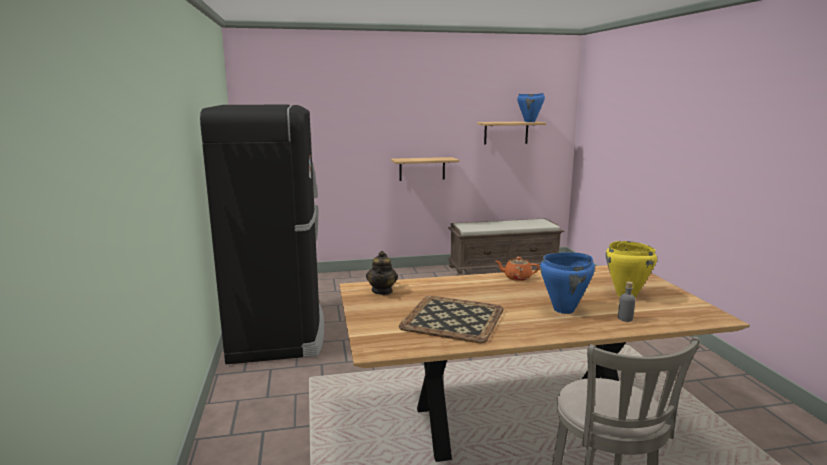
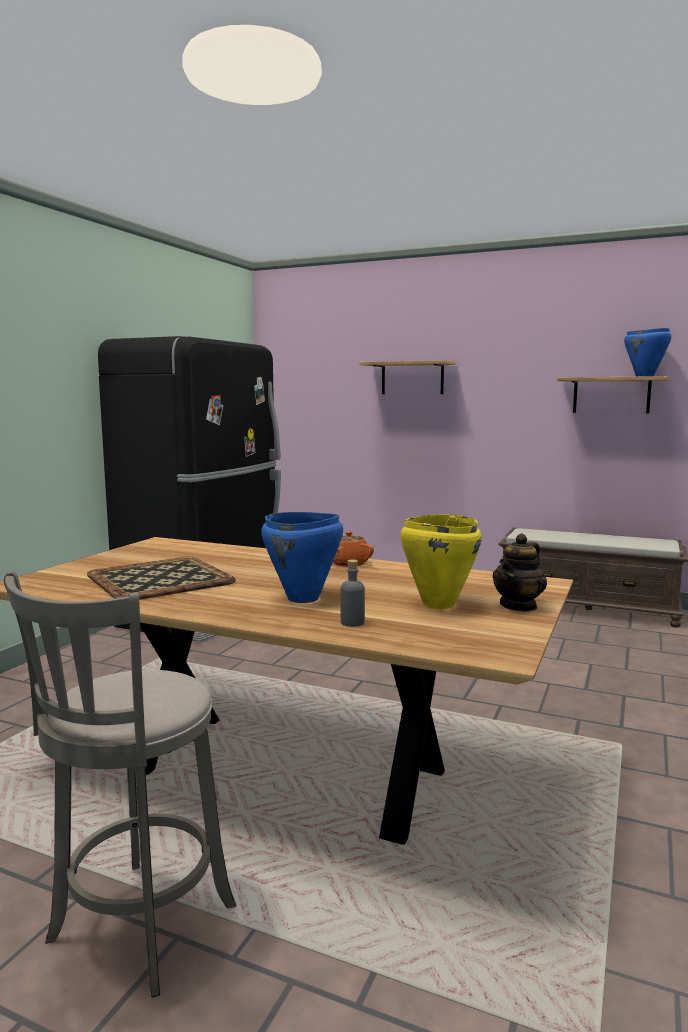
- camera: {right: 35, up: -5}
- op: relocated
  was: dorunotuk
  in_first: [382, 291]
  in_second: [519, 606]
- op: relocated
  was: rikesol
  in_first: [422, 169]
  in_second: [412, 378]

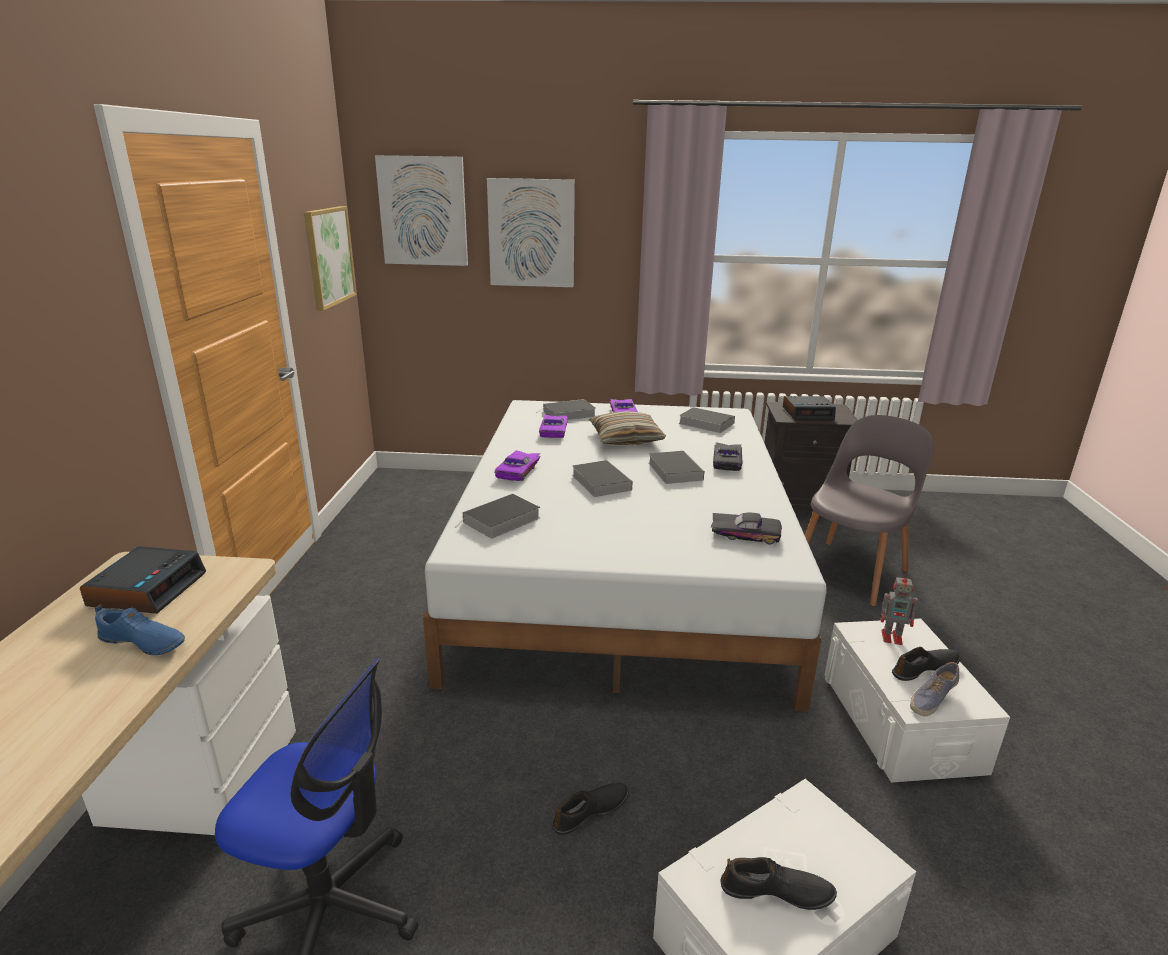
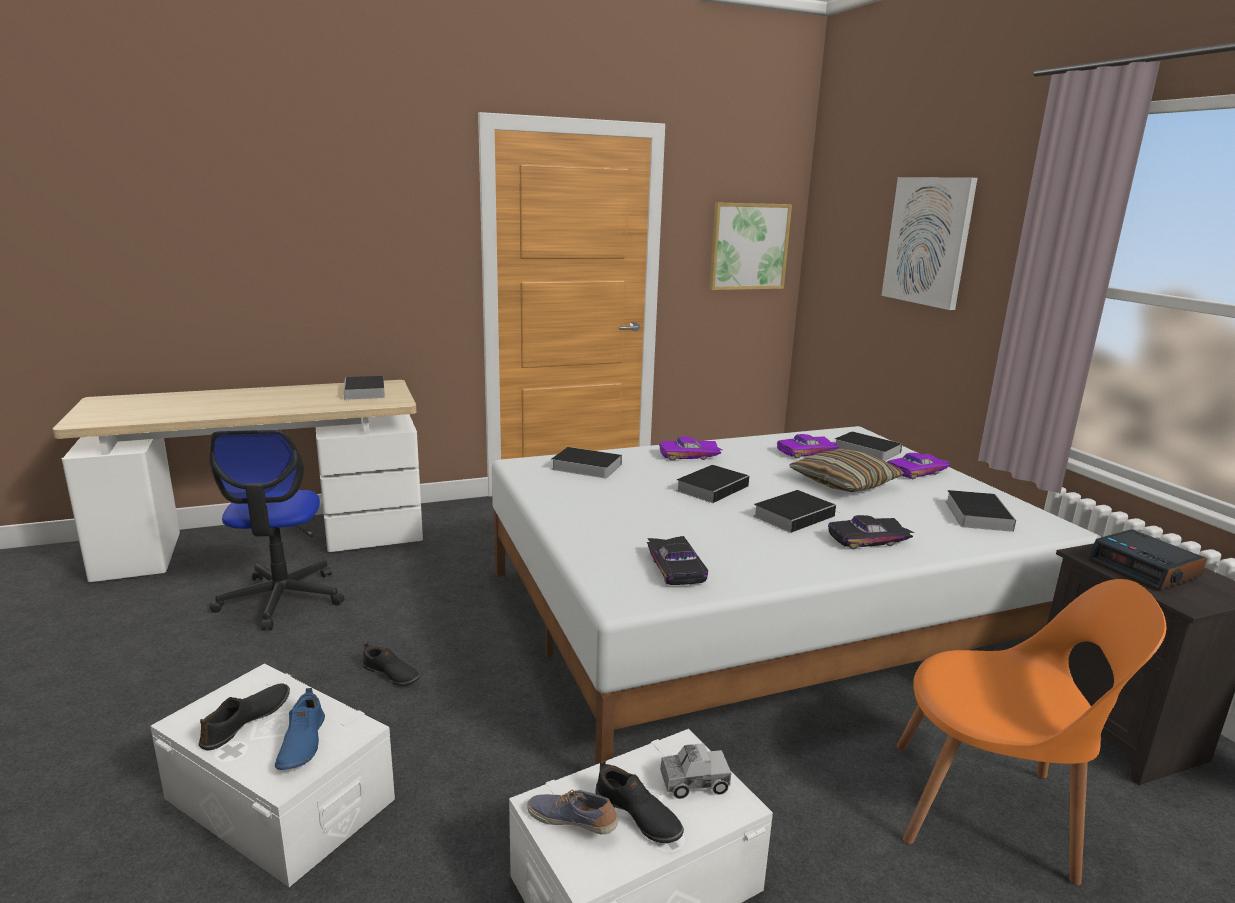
- camera: {right: 65, up: -5}
- op: missing
  was: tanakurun
  in_first: [423, 211]
- op: relocated
  was: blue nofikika
  in_first: [143, 643]
  in_second: [301, 743]
- op: exchanged
  was: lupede
  now: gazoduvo
  in_first: [148, 589]
  in_second: [365, 392]
- op: exchanged
  was: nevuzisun
  now: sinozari
  in_first: [893, 637]
  in_second: [694, 783]
- op: colour
  was: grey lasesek
  now: orange lasesek
  in_first: [852, 570]
  in_second: [989, 810]
- op: spun
  was: black nofikika
  in_first: [776, 892]
  in_second: [247, 721]
  clockwise: -135

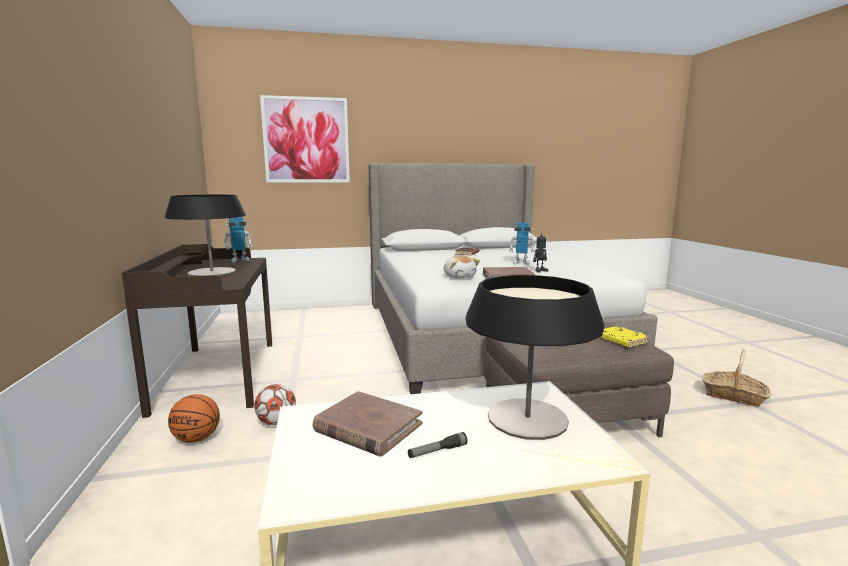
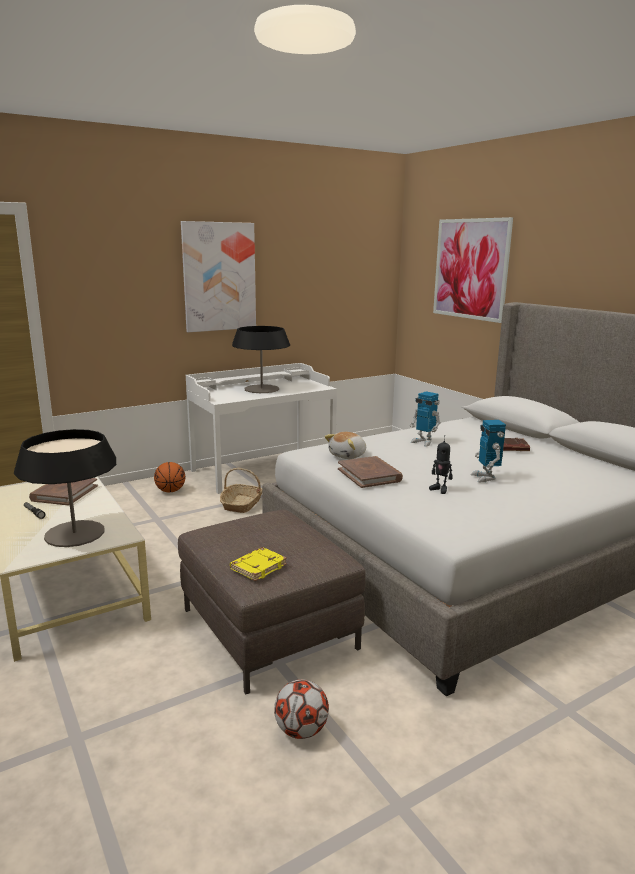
- camera: {right: 70, up: 5}
- op: appeared
  now: tanakurun
  in_second: [219, 277]
- op: relocated
  was: nevuzisun
  in_first: [239, 260]
  in_second: [423, 442]
- op: relocated
  was: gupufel
  in_first: [276, 422]
  in_second: [301, 730]
- op: relocated
  was: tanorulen
  in_first: [733, 396]
  in_second: [242, 504]
- op: colour
  was: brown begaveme
  now: white begaveme
  in_first: [217, 374]
  in_second: [262, 469]

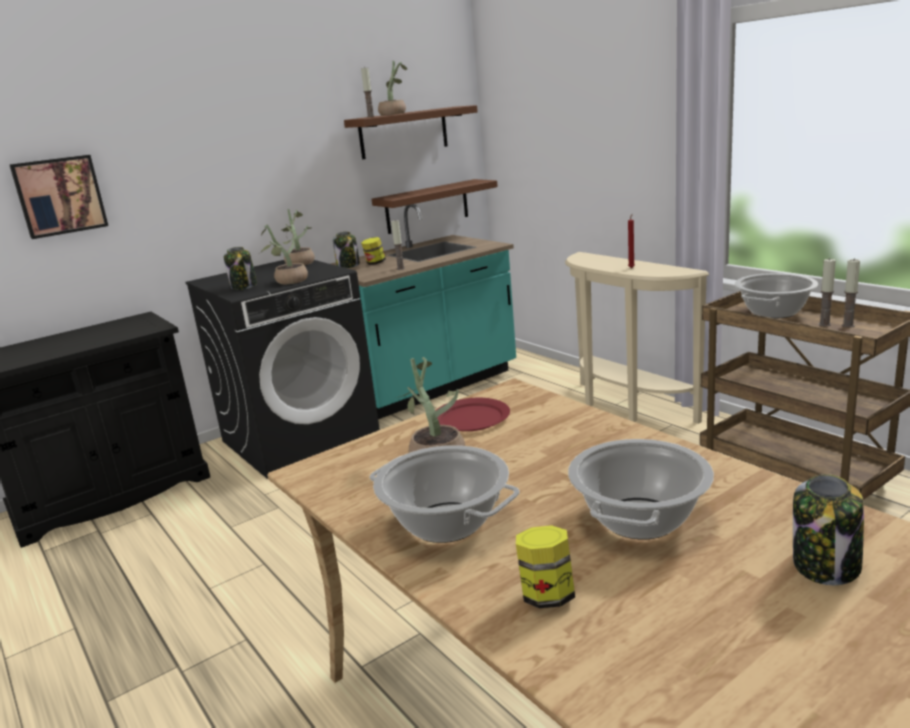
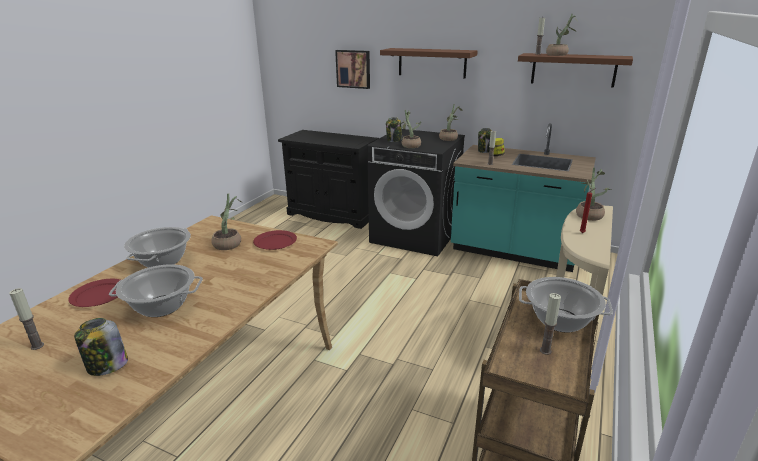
- camera: {right: 60, up: 5}
- op: appeared
  now: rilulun
  in_second: [588, 214]
- op: relocated
  was: brown rikesol
  in_first: [427, 206]
  in_second: [432, 63]
- op: relocated
  was: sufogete
  in_first: [848, 325]
  in_second: [37, 346]
- op: exchanged
  was: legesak
  now: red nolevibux
  in_first: [547, 596]
  in_second: [99, 295]

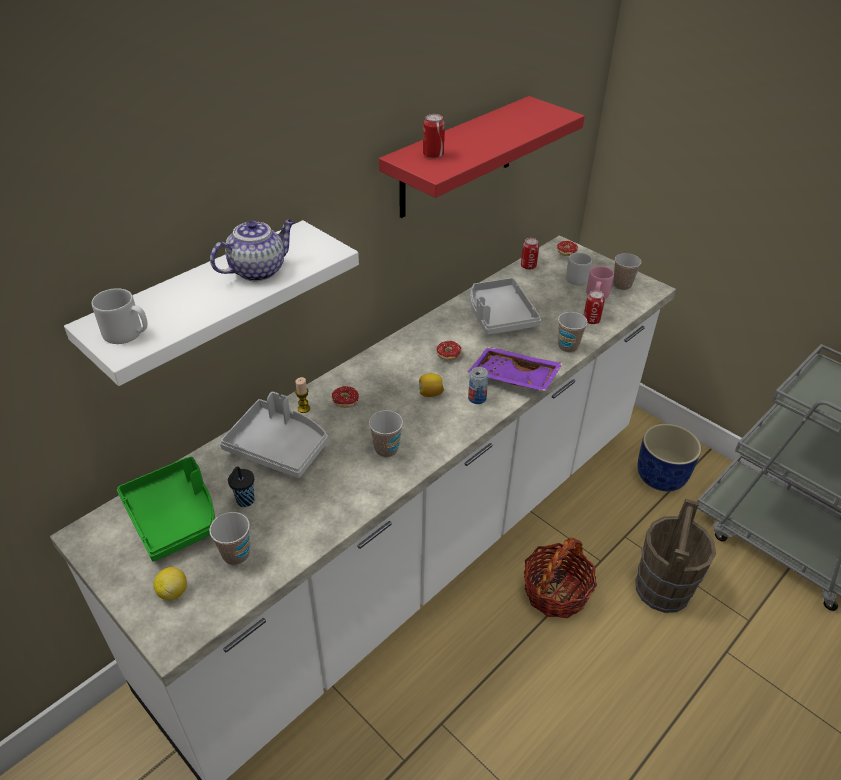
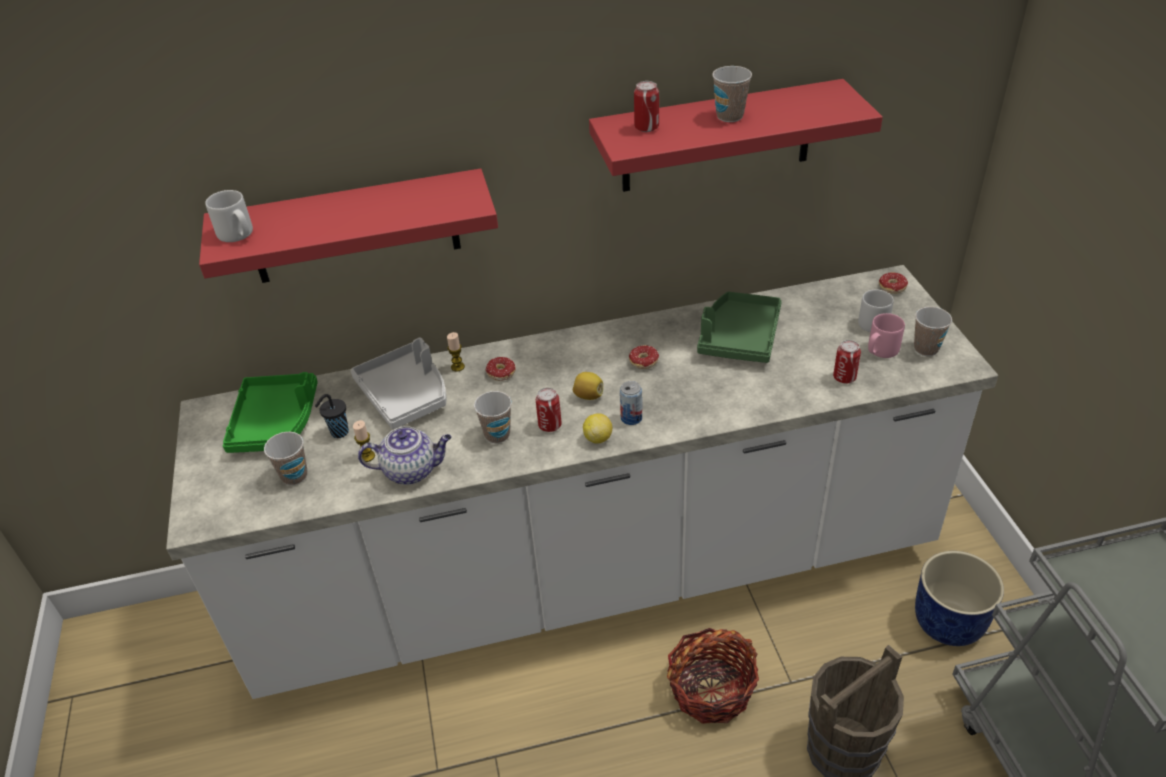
- camera: {right: 35, up: 0}
- op: missing
  was: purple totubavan
  in_first: [513, 378]
- op: appeared
  now: sufogete
  in_second: [367, 456]
- op: relocated
  was: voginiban
  in_first: [173, 592]
  in_second: [598, 438]
- op: relocated
  was: dorunotuk
  in_first: [258, 270]
  in_second: [412, 470]
- op: relocated
  was: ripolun
  in_first: [528, 266]
  in_second: [550, 425]
- op: relocated
  was: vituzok
  in_first: [568, 347]
  in_second: [729, 116]
- op: colour
  was: white rikesol
  now: red rikesol
  in_first: [202, 303]
  in_second: [354, 228]
- op: colour
  was: grey totubavan
  now: green totubavan
  in_first: [499, 315]
  in_second: [739, 337]

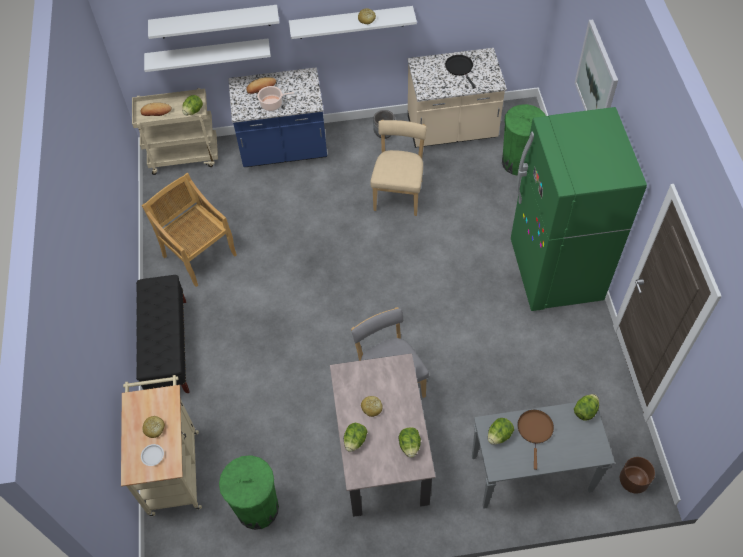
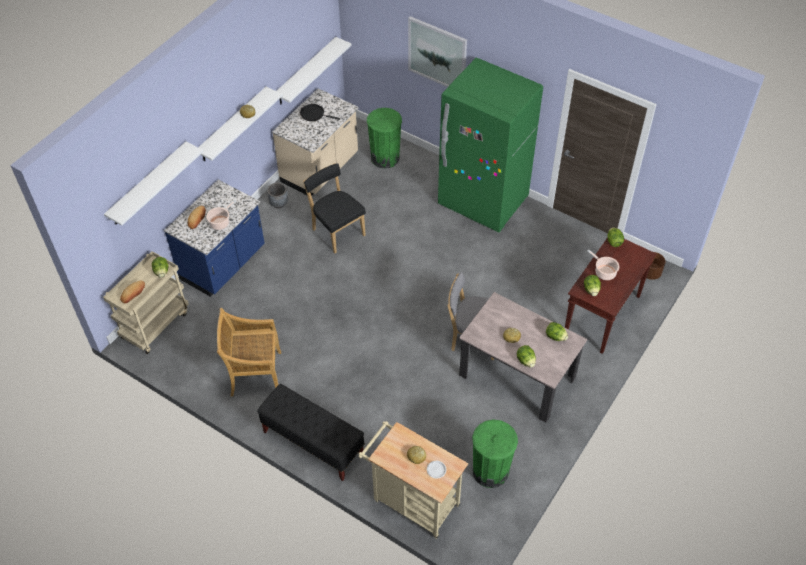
- camera: {right: -50, up: -5}
- op: relocated
  was: white rikesol
  in_first: [208, 54]
  in_second: [306, 72]
- op: exchanged
  was: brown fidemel
  now: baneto
  in_first: [535, 430]
  in_second: [604, 272]
- op: colour
  was: beige lasesek
  now: black lasesek
  in_first: [399, 193]
  in_second: [337, 231]
- op: colour
  was: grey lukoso
  now: brown lukoso
  in_first: [530, 474]
  in_second: [602, 316]

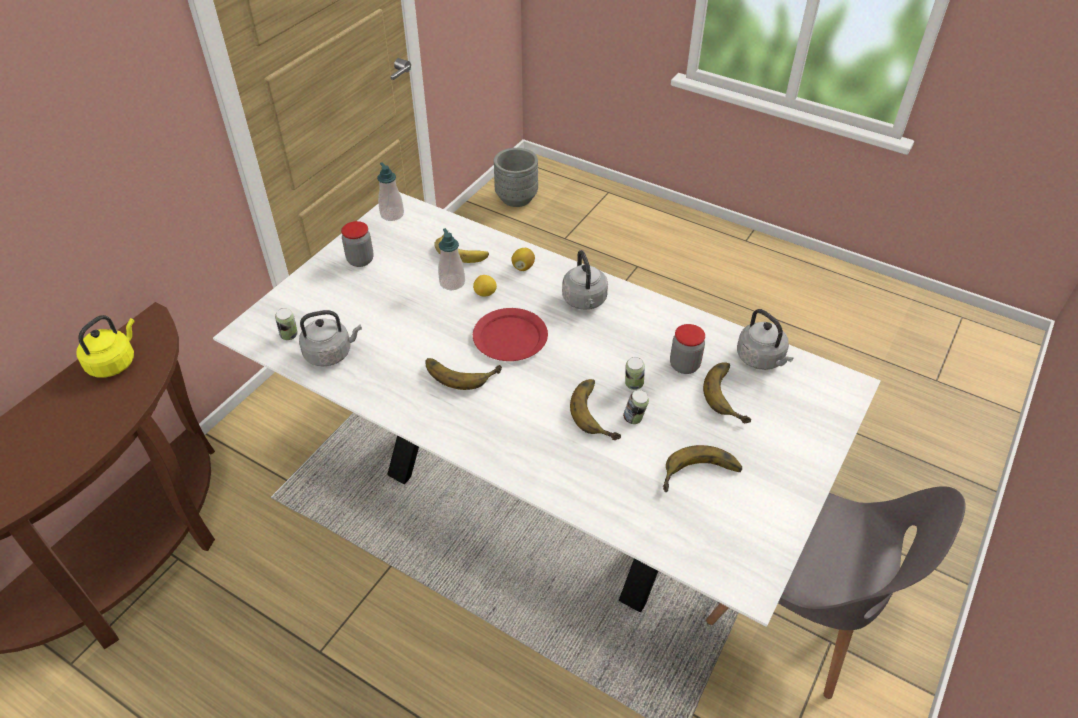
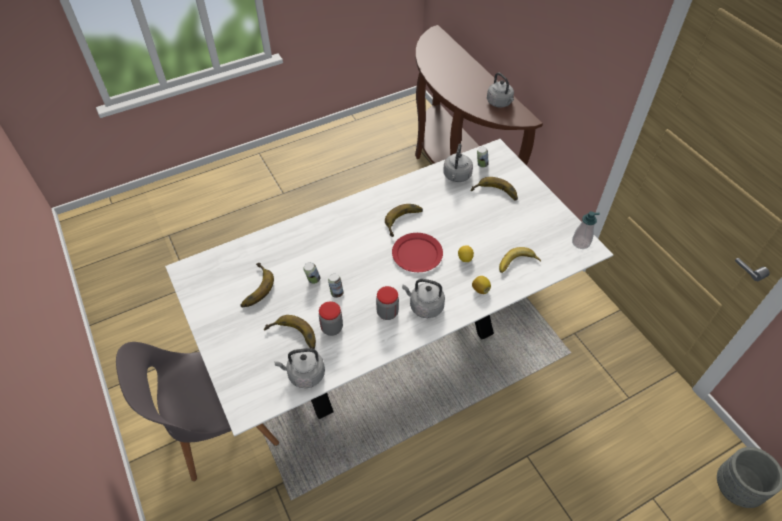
- camera: {right: 120, up: 5}
- op: missing
  was: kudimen
  in_first: [452, 282]
- op: relocated
  was: legesak
  in_first: [360, 260]
  in_second: [387, 312]
- op: relocated
  was: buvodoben
  in_first: [599, 411]
  in_second: [494, 194]
- op: colour
  was: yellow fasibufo
  now: grey fasibufo
  in_first: [114, 362]
  in_second: [500, 103]

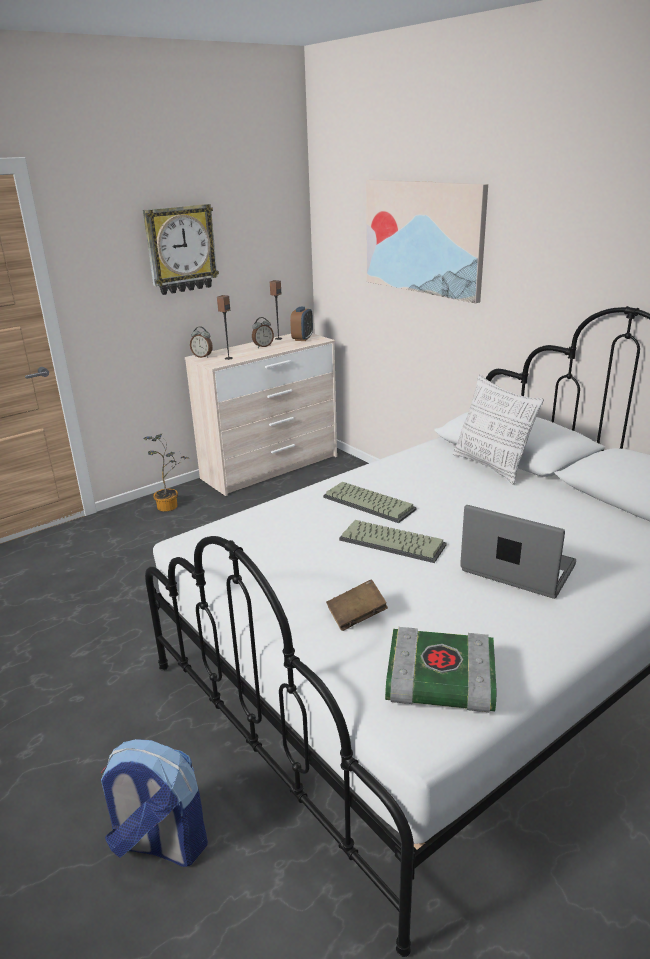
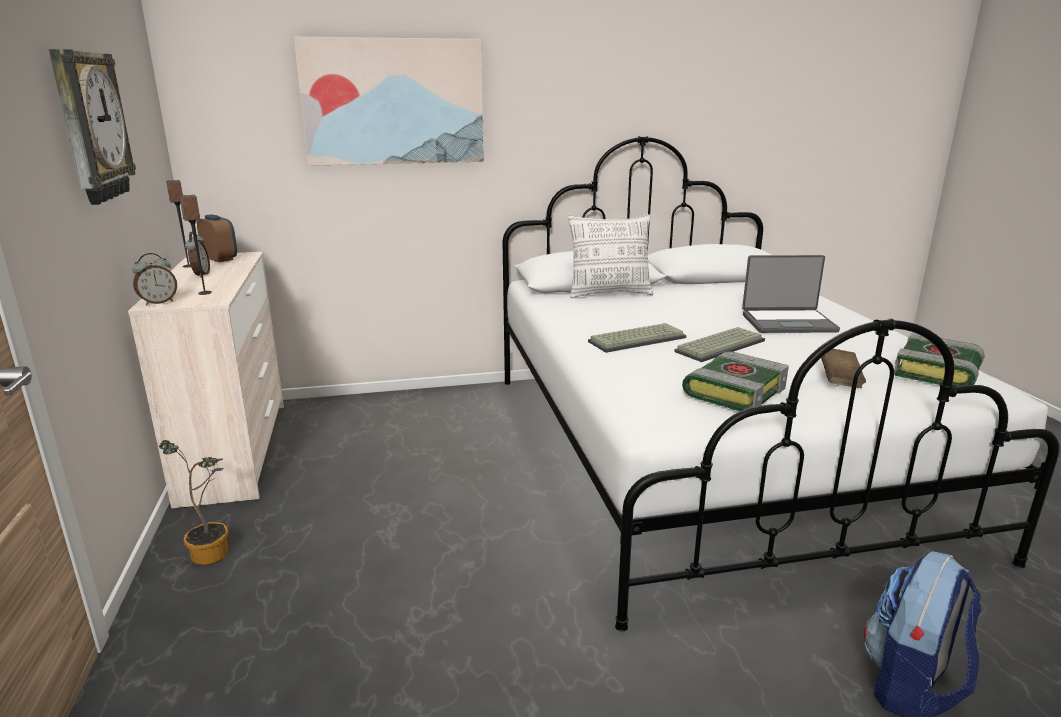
- camera: {right: -65, up: -5}
- op: appeared
  now: gazoduvo
  in_second: [734, 391]
- op: spun
  was: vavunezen
  in_first: [517, 569]
  in_second: [788, 322]
  clockwise: -150

